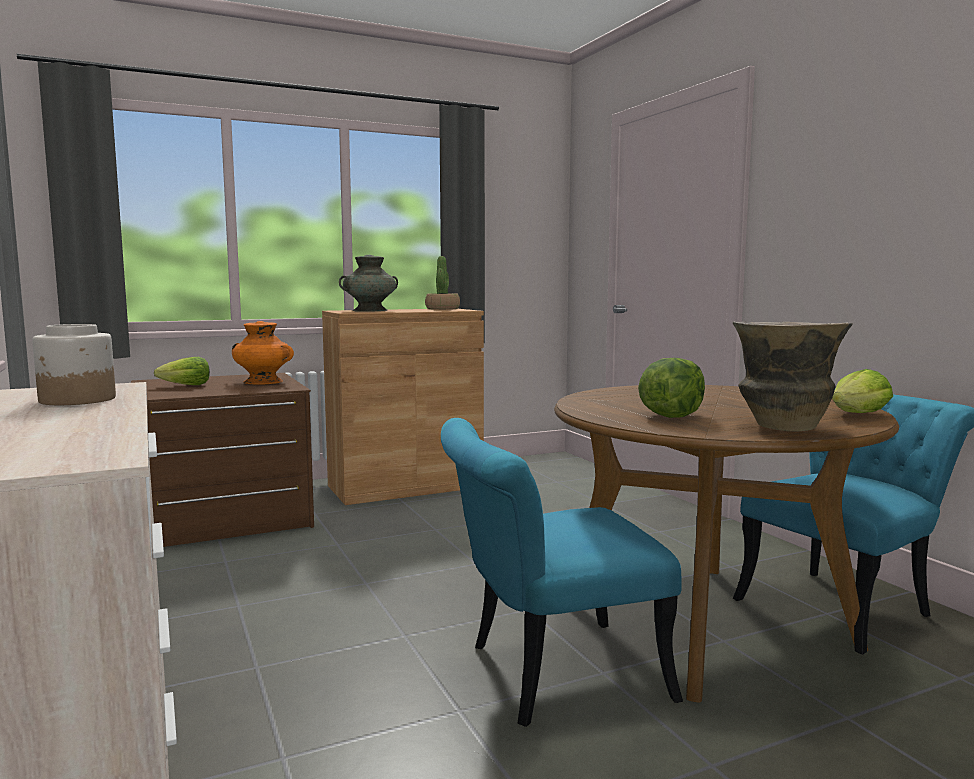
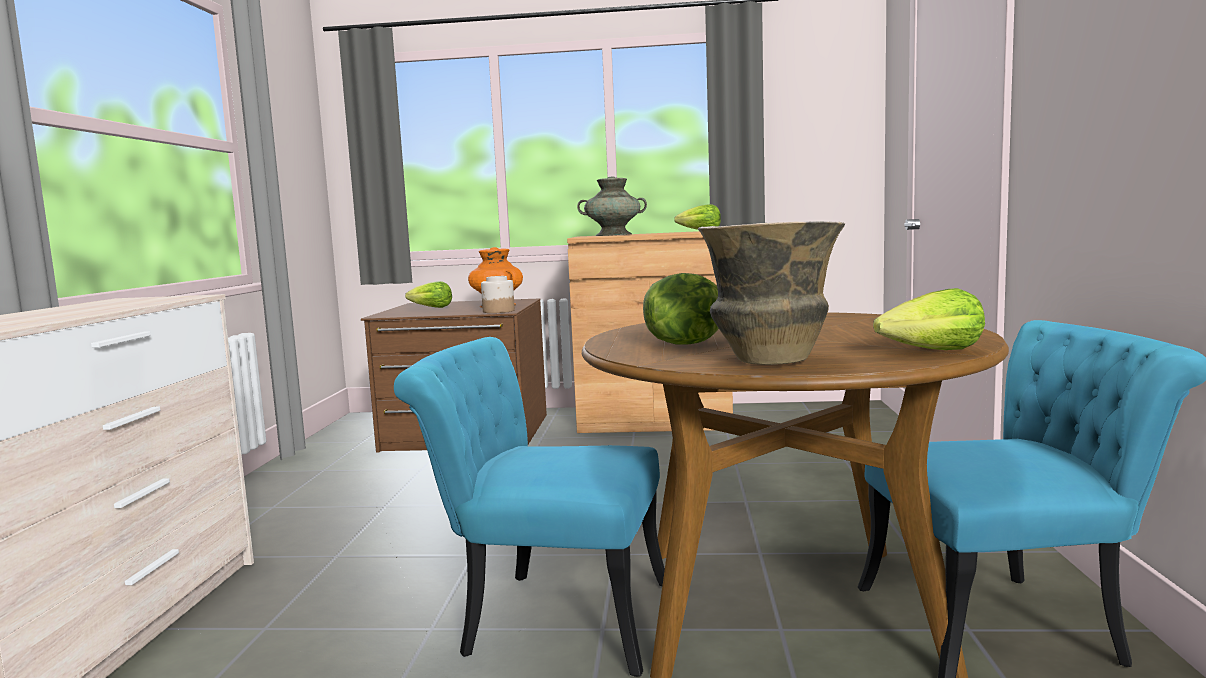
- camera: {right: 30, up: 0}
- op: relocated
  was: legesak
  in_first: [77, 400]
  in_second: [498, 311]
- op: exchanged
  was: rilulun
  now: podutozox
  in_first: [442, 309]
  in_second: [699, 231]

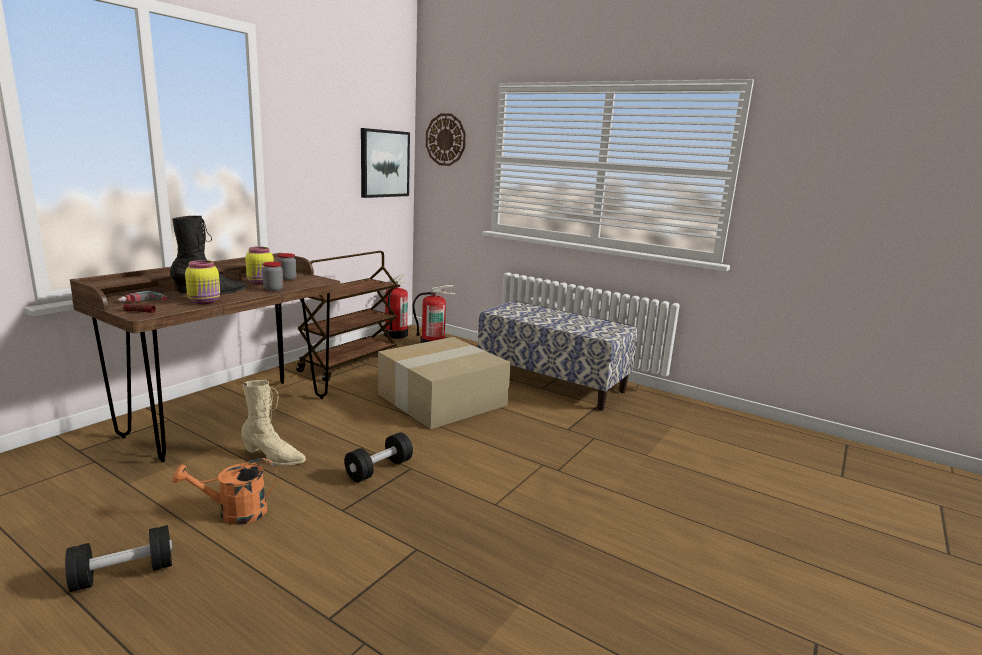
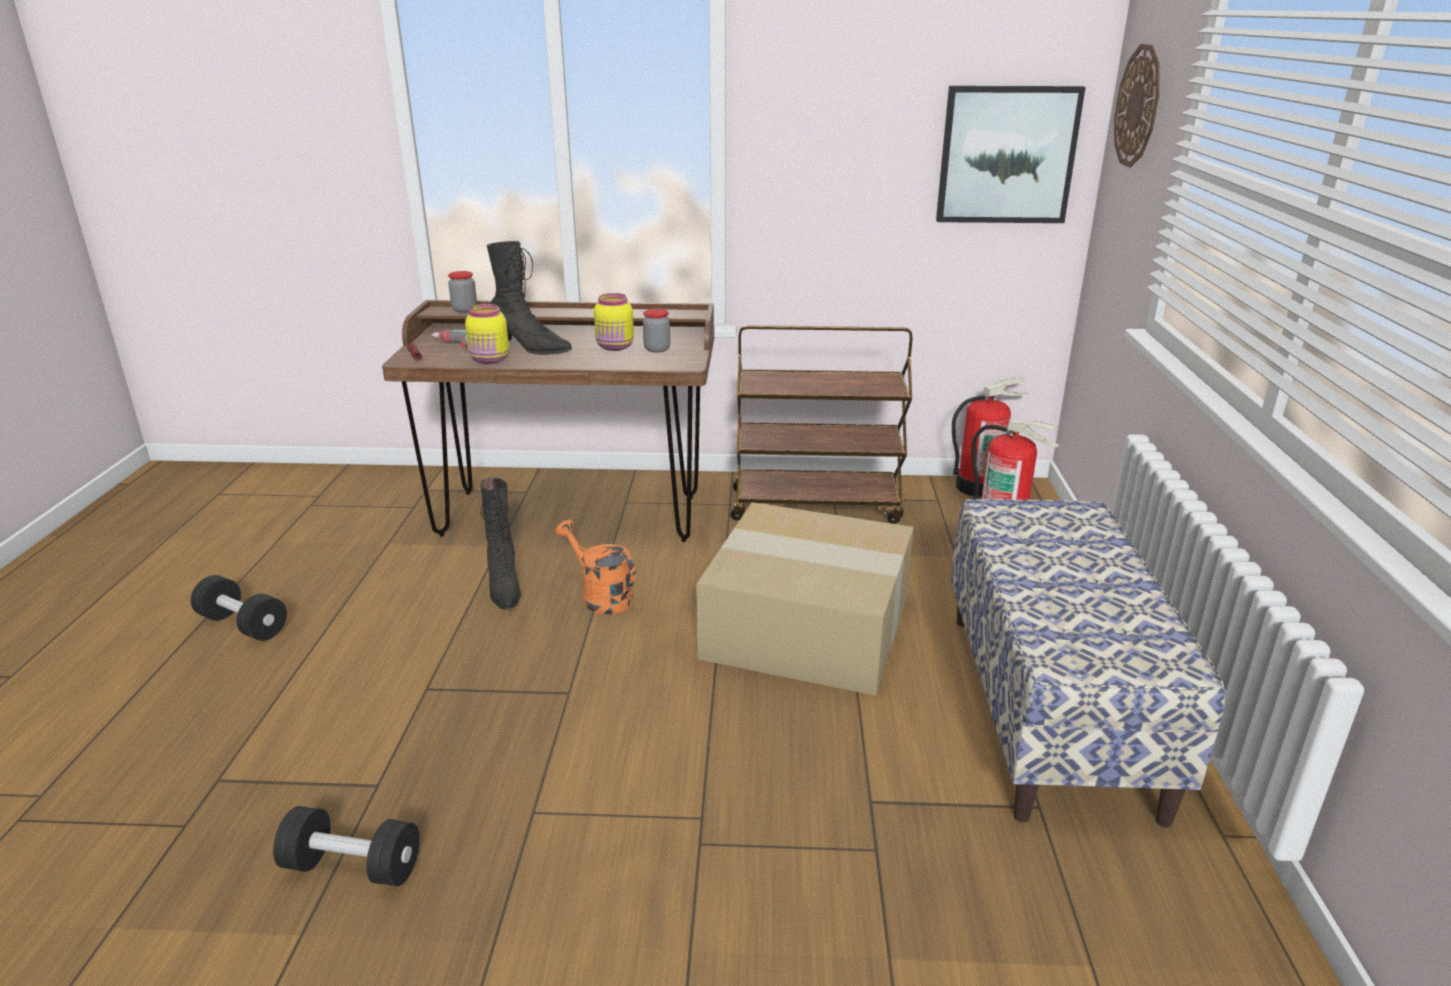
- camera: {right: 60, up: 10}
- op: relocated
  was: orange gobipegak
  in_first: [234, 513]
  in_second: [601, 596]
- op: relocated
  was: legesak
  in_first: [273, 289]
  in_second: [465, 310]
- op: relocated
  was: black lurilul
  in_first: [379, 469]
  in_second: [352, 867]
- op: colour
  was: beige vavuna
  now: black vavuna
  in_first: [273, 457]
  in_second: [504, 587]

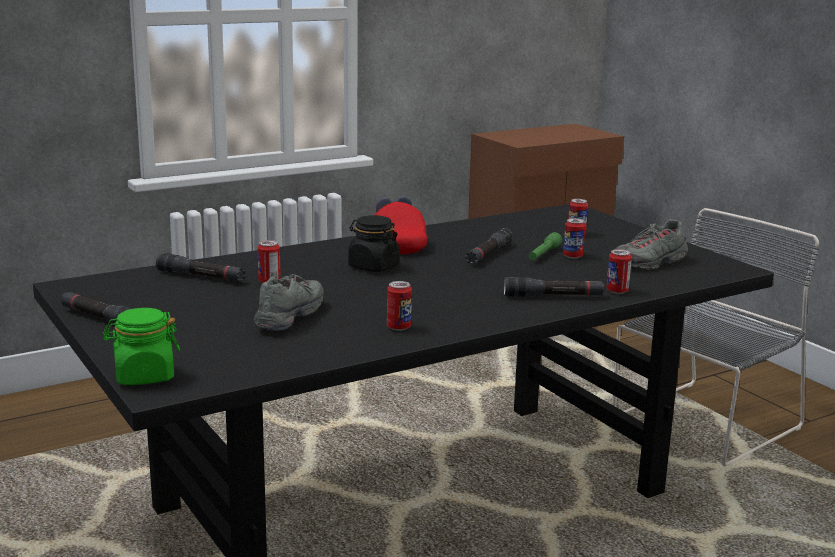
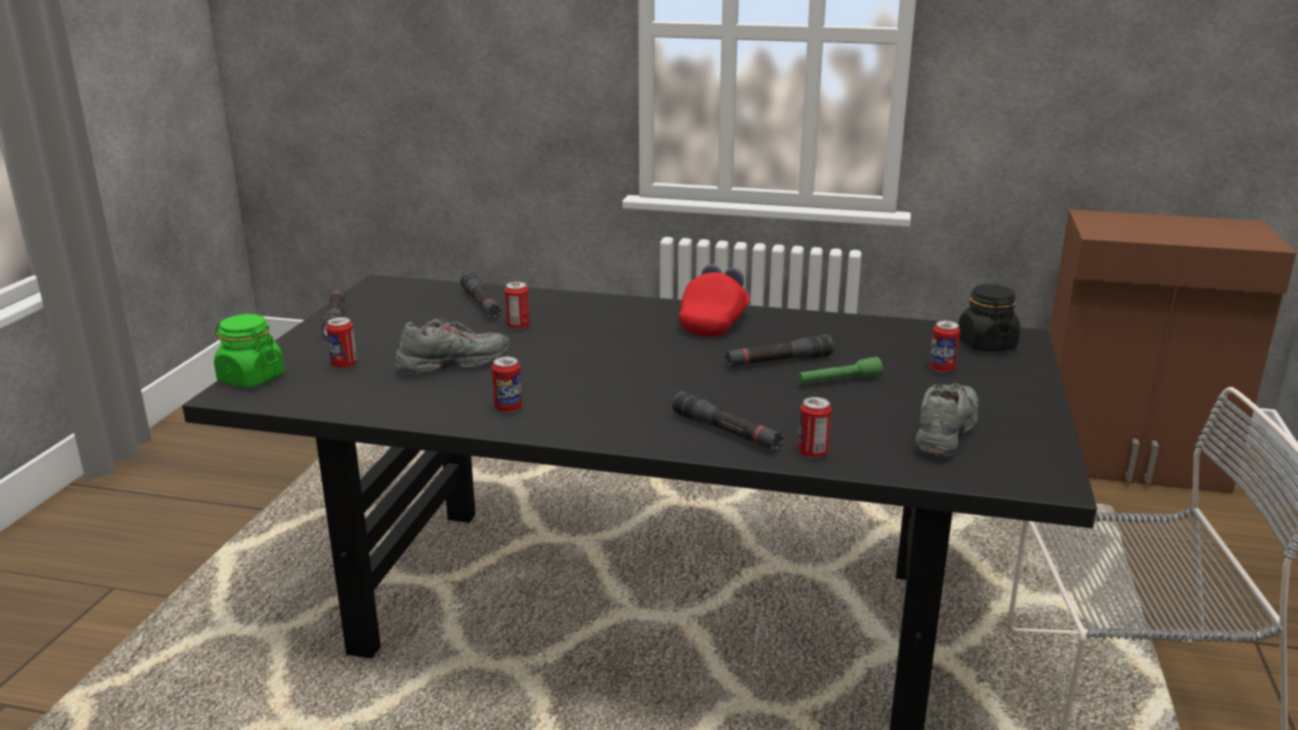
- camera: {right: 45, up: 5}
- op: relocated
  was: black legesak
  in_first: [373, 266]
  in_second: [986, 344]
- op: relocated
  was: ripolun
  in_first: [573, 256]
  in_second: [344, 365]
- op: spun
  was: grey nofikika
  in_first: [650, 263]
  in_second: [944, 434]
  clockwise: 105

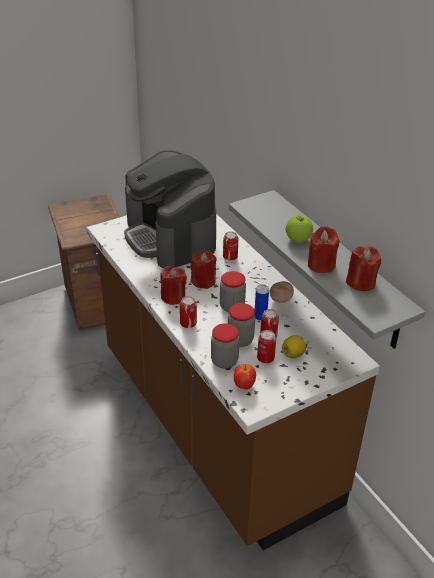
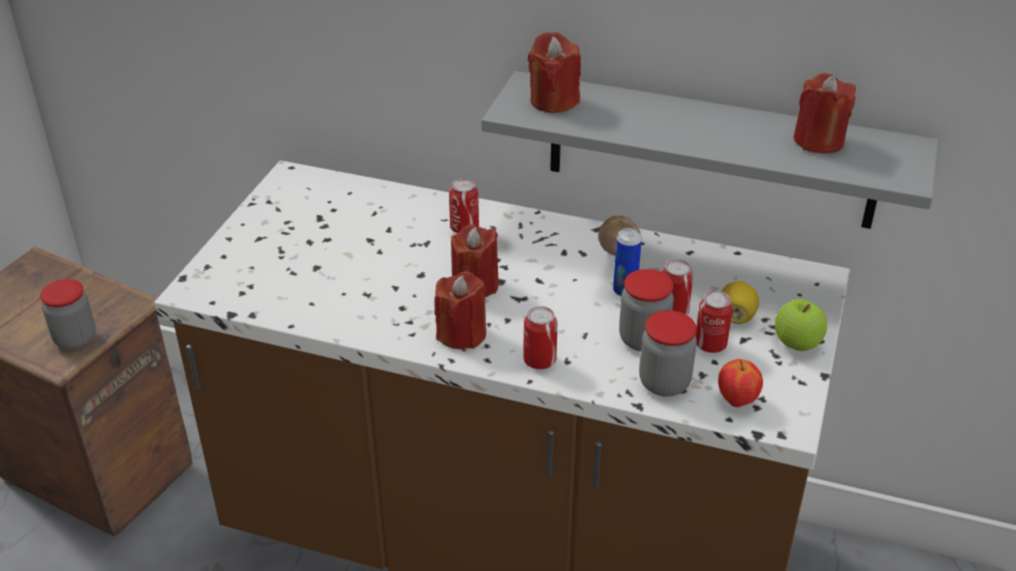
- camera: {right: -40, up: 0}
- op: missing
  was: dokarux
  in_first: [171, 237]
- op: relocated
  was: legesak
  in_first: [232, 307]
  in_second: [75, 339]
- op: relocated
  was: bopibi
  in_first: [298, 240]
  in_second: [796, 344]
- op: relocated
  was: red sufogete
  in_first: [321, 265]
  in_second: [553, 101]

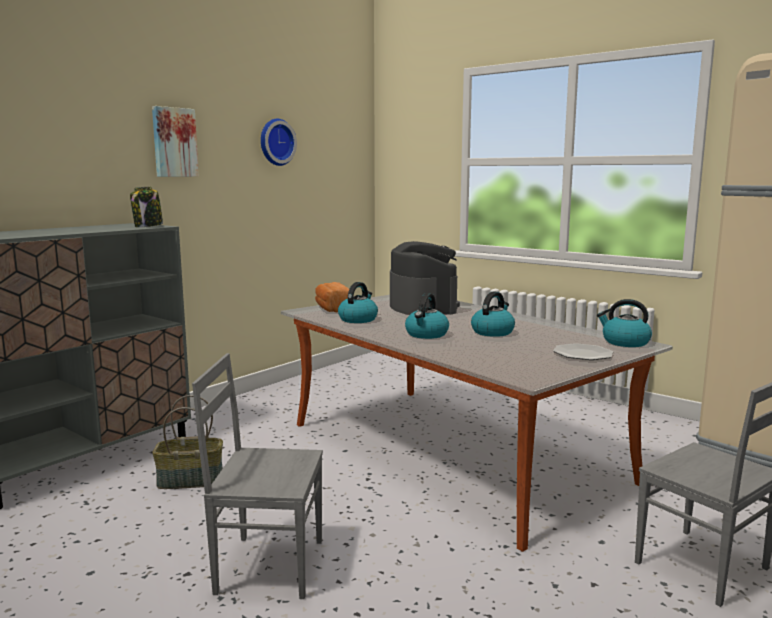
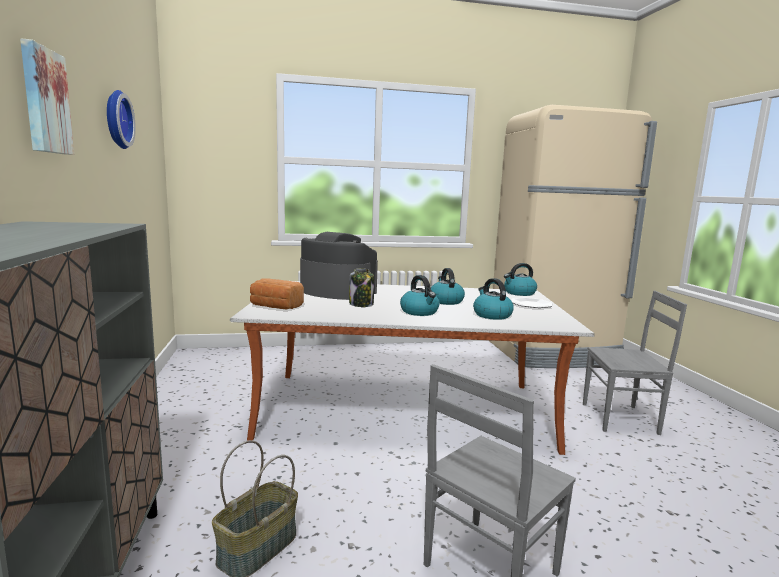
- camera: {right: -50, up: 0}
- op: relocated
  was: legesak
  in_first: [148, 226]
  in_second: [361, 304]
- op: relocated
  was: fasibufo
  in_first: [358, 319]
  in_second: [491, 315]

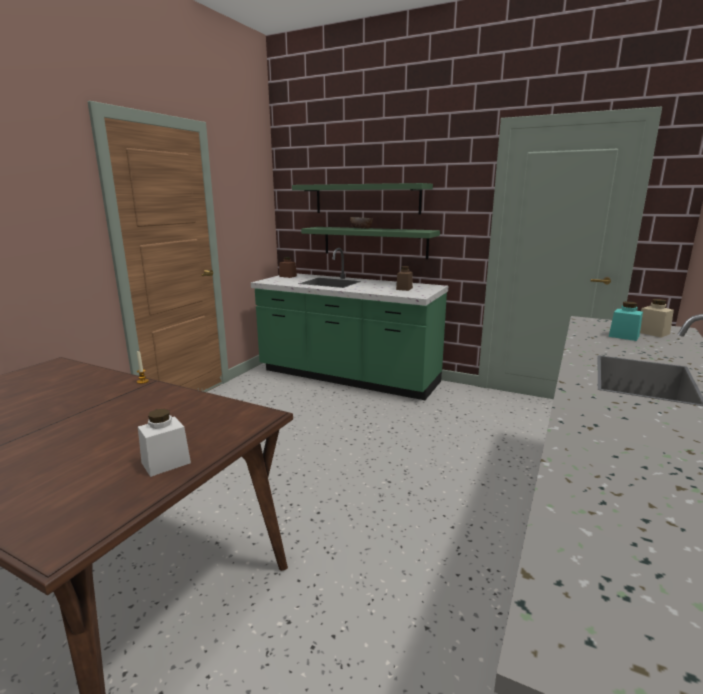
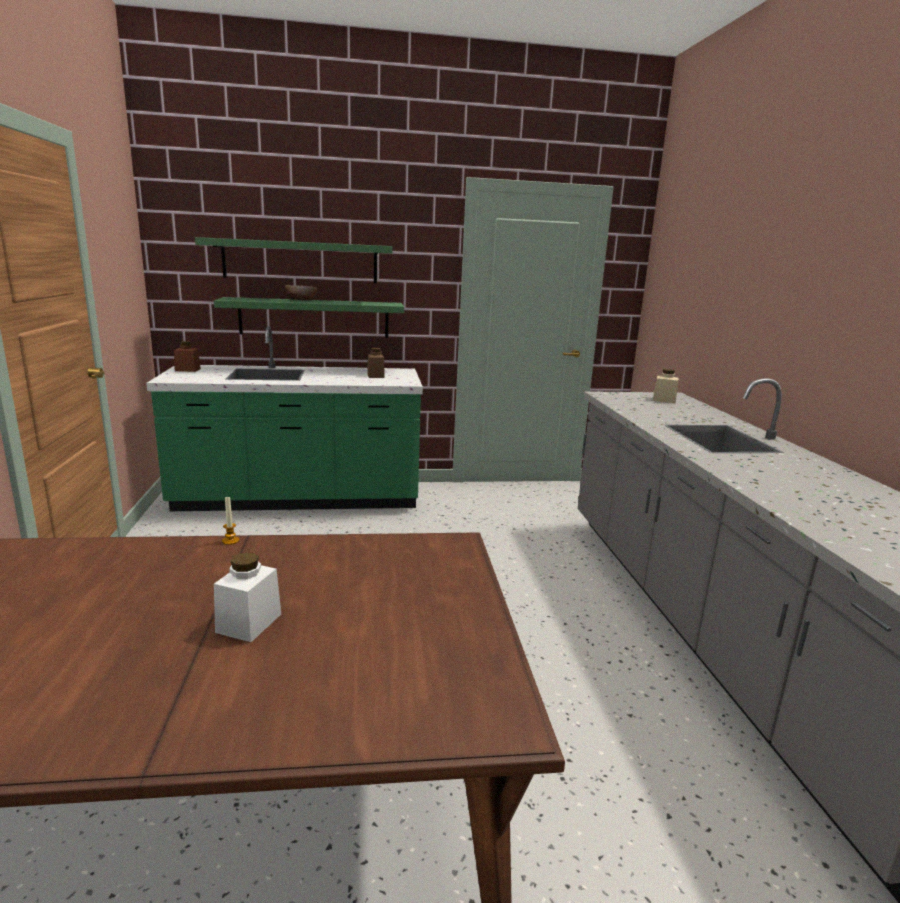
- camera: {right: -35, up: 0}
- op: missing
  was: turquoise legesak
  in_first: [623, 336]
- op: relocated
  was: white legesak
  in_first: [166, 463]
  in_second: [249, 623]

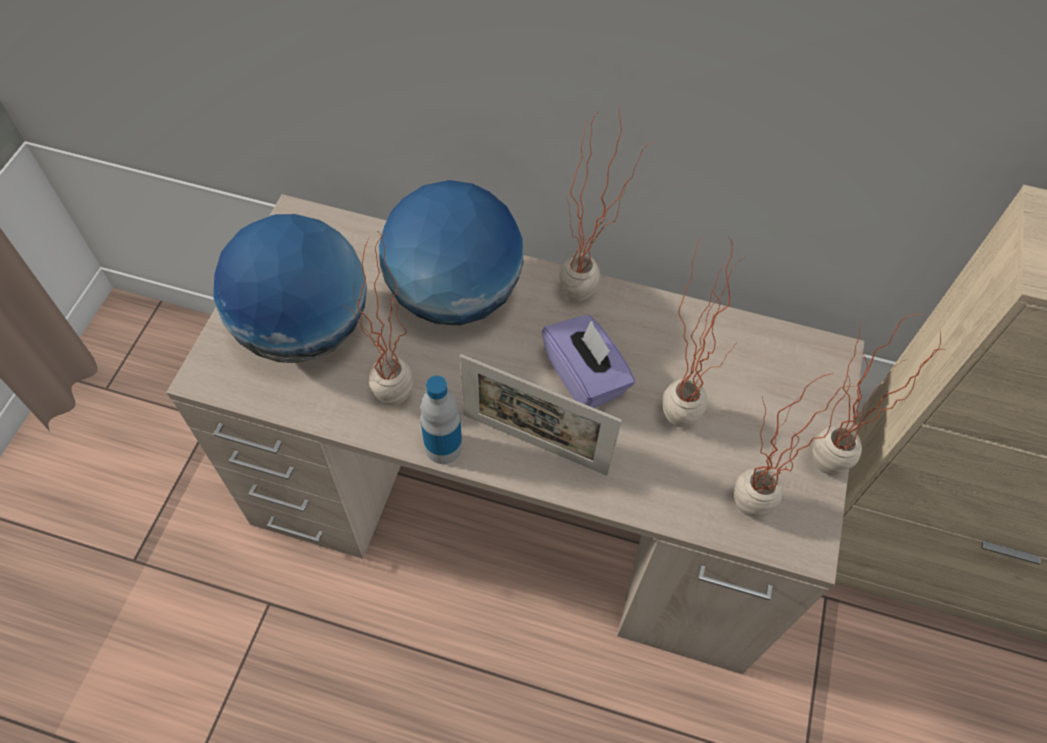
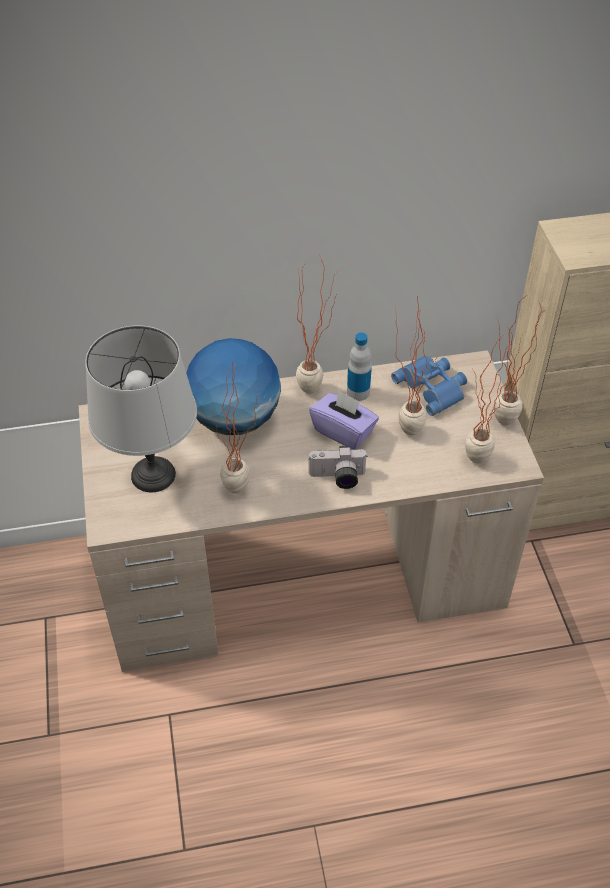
- camera: {right: -25, up: -10}
- op: appeared
  now: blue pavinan
  in_second: [433, 387]
- op: relocated
  was: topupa
  in_first: [443, 447]
  in_second: [358, 392]
- op: exchanged
  was: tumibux
  now: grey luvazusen
  in_first: [305, 330]
  in_second: [153, 476]
- op: exchanged
  was: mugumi
  now: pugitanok
  in_first: [534, 444]
  in_second: [337, 478]

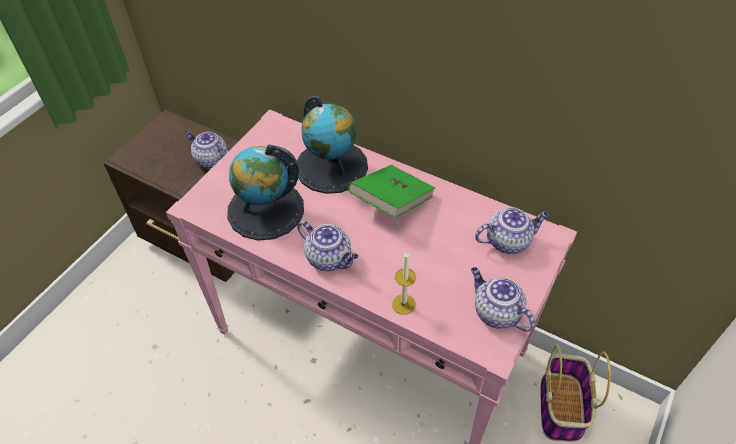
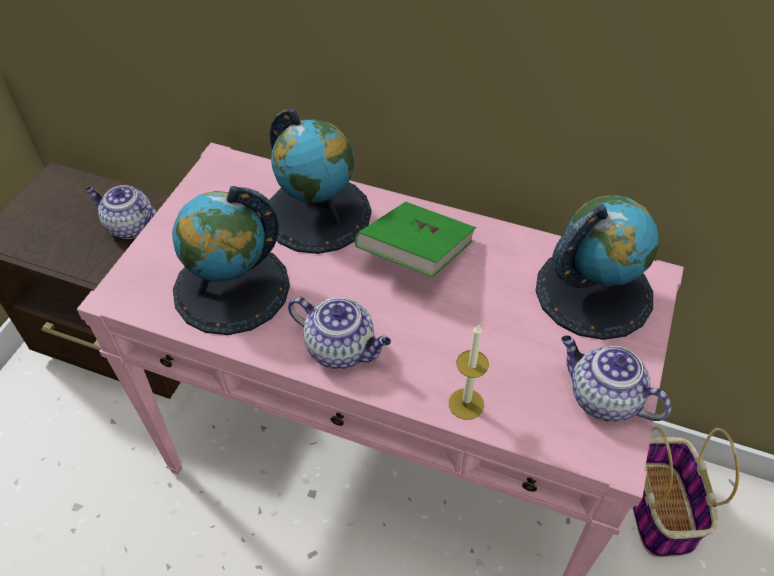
- camera: {right: -10, up: 0}
- op: exchanged
  was: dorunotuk
  now: tumibux
  in_first: [508, 241]
  in_second: [593, 291]

